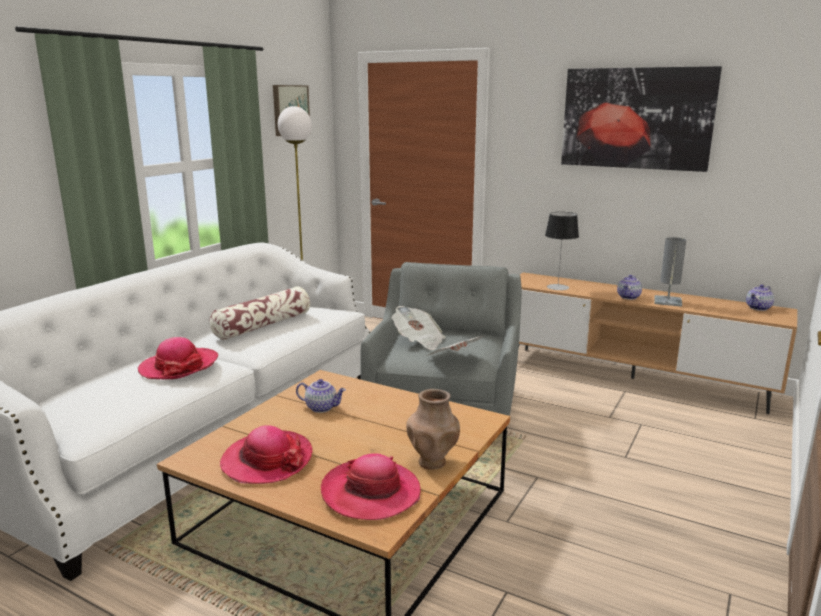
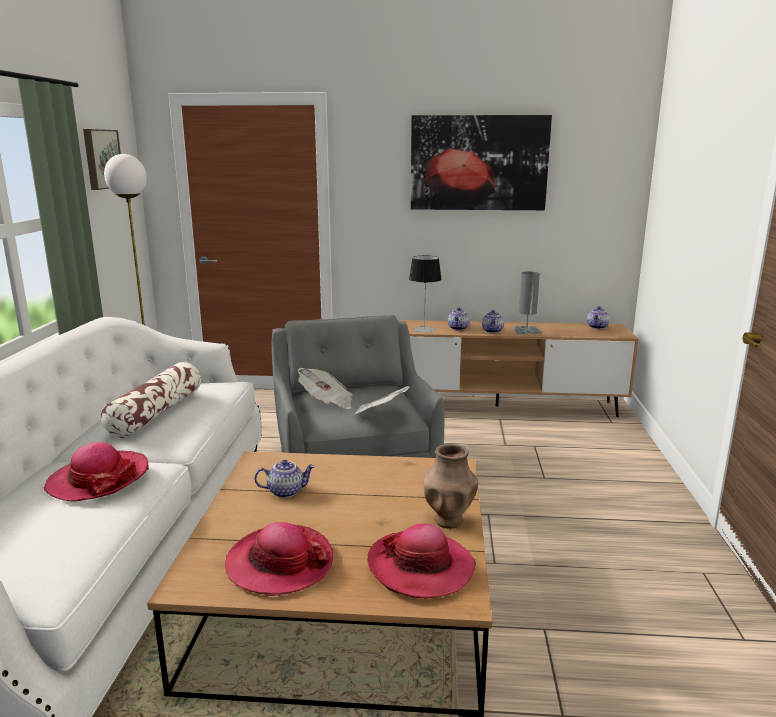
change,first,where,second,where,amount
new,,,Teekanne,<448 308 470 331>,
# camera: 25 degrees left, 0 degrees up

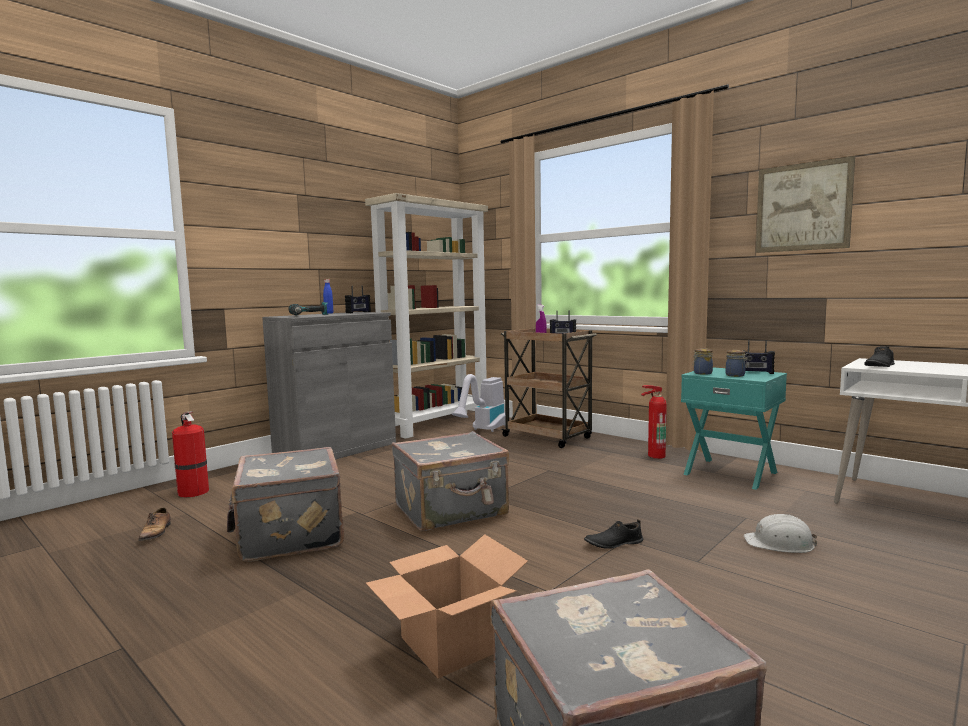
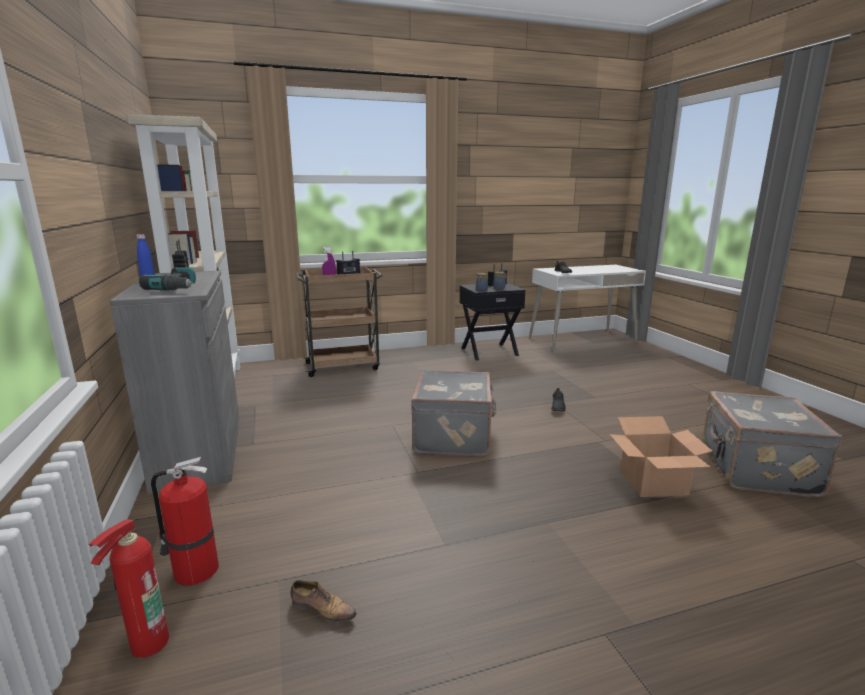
change,first,where,second,where,amount
shifted,Feuerlöscher,<641 385 667 459>,,<89 520 169 658>,
repainted,Nachttisch (türkis),<681 367 787 490>,Nachttisch (schwarz),<460 283 526 361>,
gone,Koffer (grau),<227 447 344 562>,,,
gone,Staubsauger,<451 374 506 432>,,,
gone,Schutzhelm (weiß),<744 514 817 553>,,,
gone,Bild,<756 156 855 253>,,,
# camera: 60 degrees left, 10 degrees up

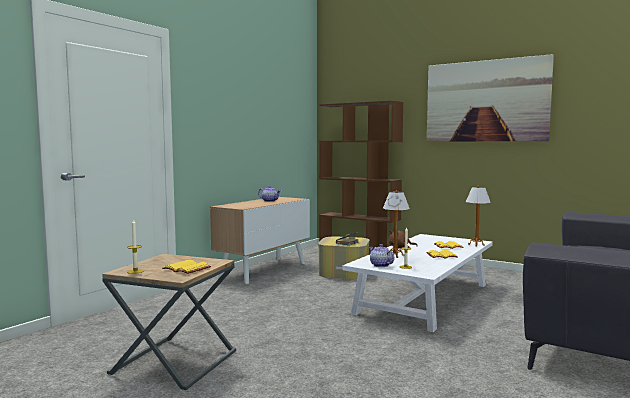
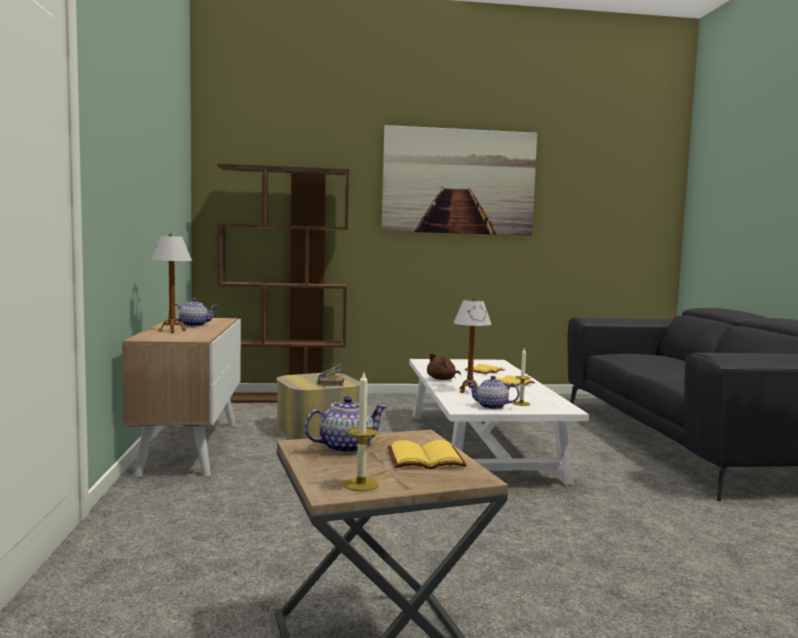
change,first,where,second,where,amount
shifted,Tischlampe,<466 185 491 247>,,<151 233 192 333>,
new,,,Teekanne,<304 396 387 453>,
# camera: 40 degrees left, 0 degrees up

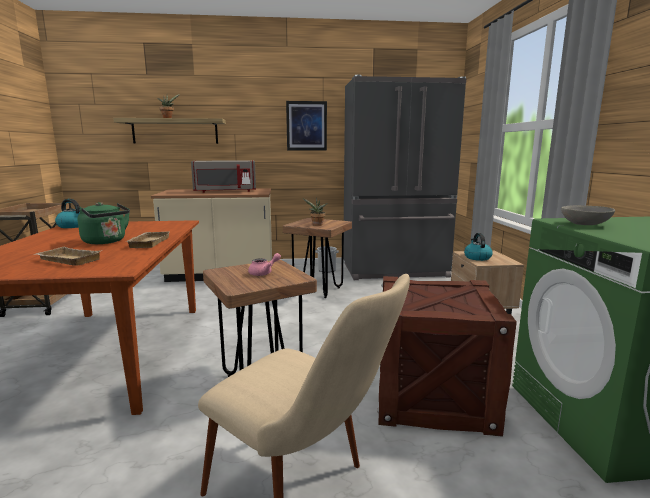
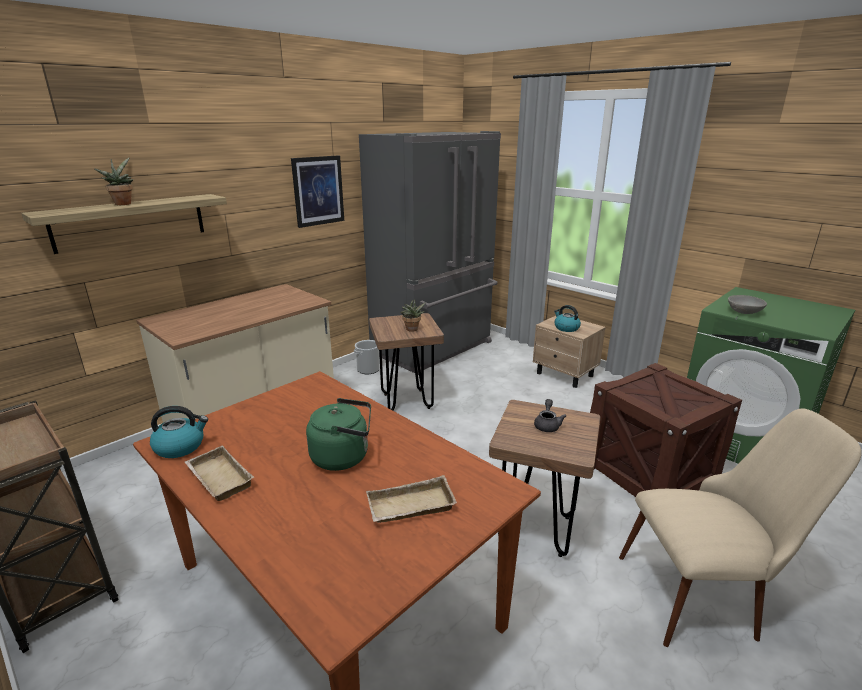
change,first,where,second,where,amount
shifted,Tablett (beige),<126 231 170 248>,,<184 446 254 501>,
repainted,Teekanne (rosa),<248 253 281 276>,Teekanne (grau),<534 399 566 432>,
gone,Mikrowelle (grau),<191 160 256 193>,,,
# camera: 40 degrees left, 10 degrees up

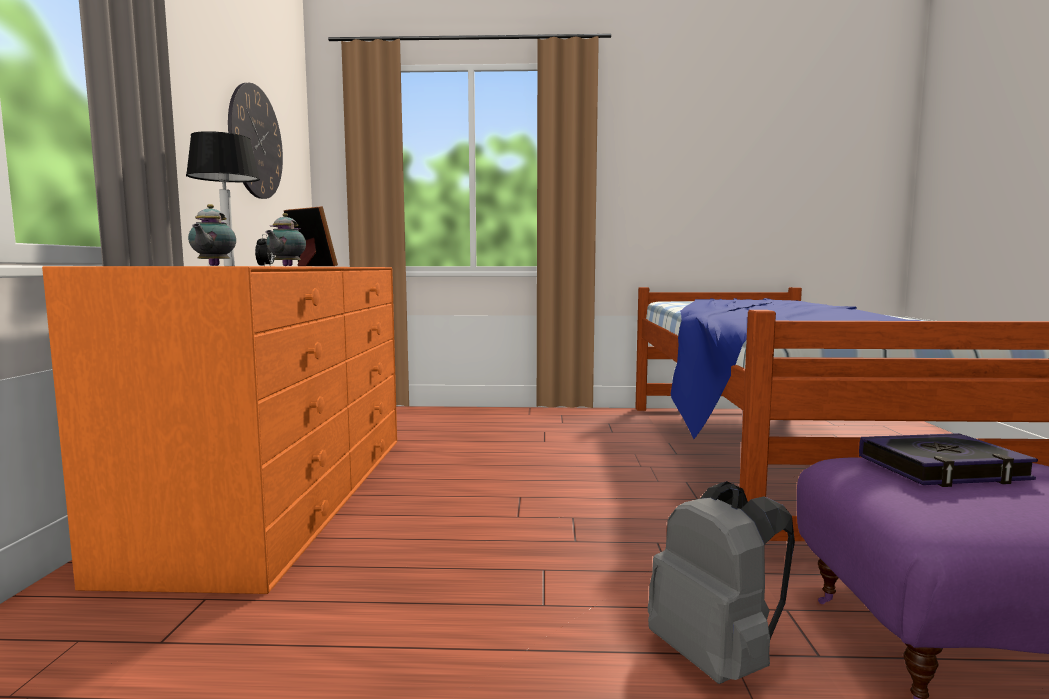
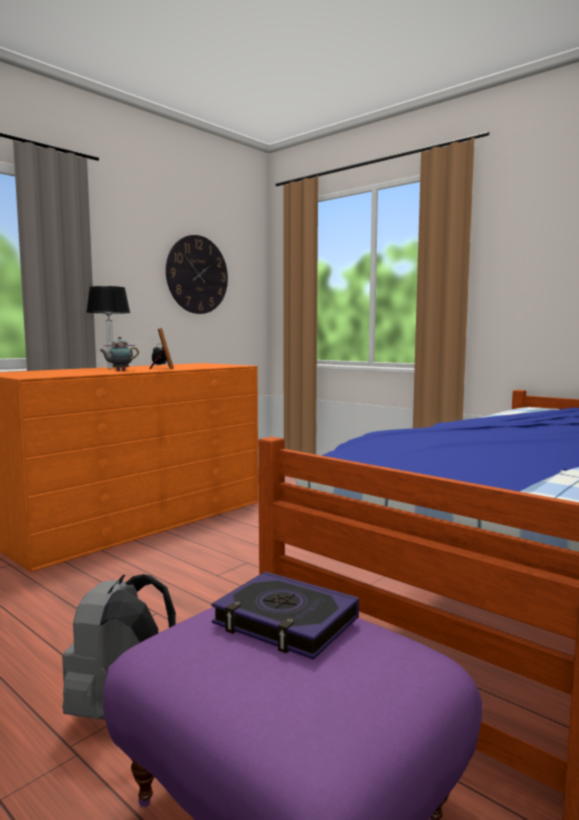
change,first,where,second,where,amount
gone,Teekanne,<188 204 236 266>,,,
# camera: 40 degrees right, 0 degrees up

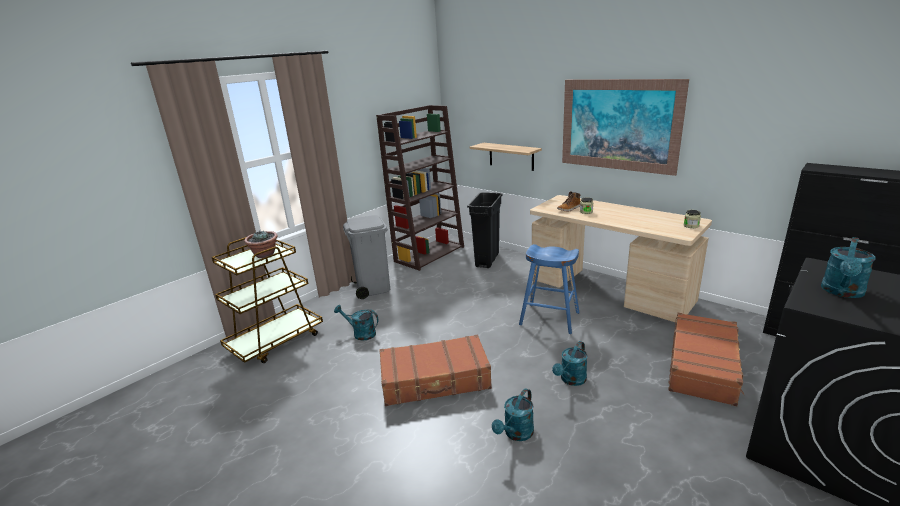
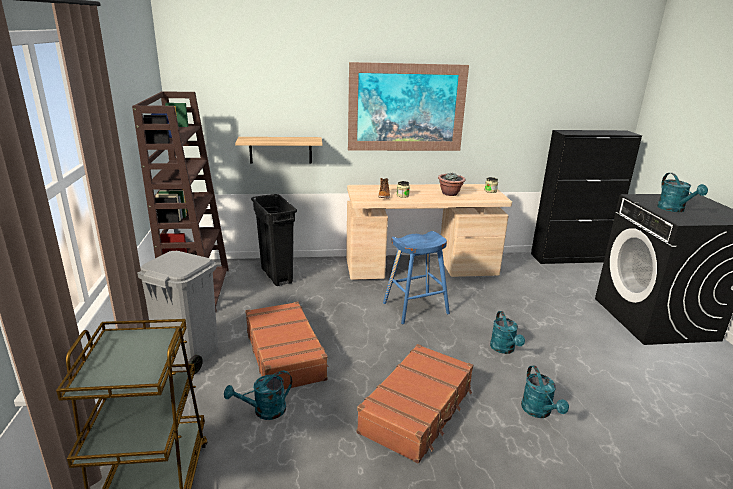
change,first,where,second,where,amount
shifted,Koffer (braun),<668 313 744 406>,,<245 302 329 390>,
shifted,Topfpflanze,<244 231 278 258>,,<438 173 466 196>,
# camera: 50 degrees left, 0 degrees up

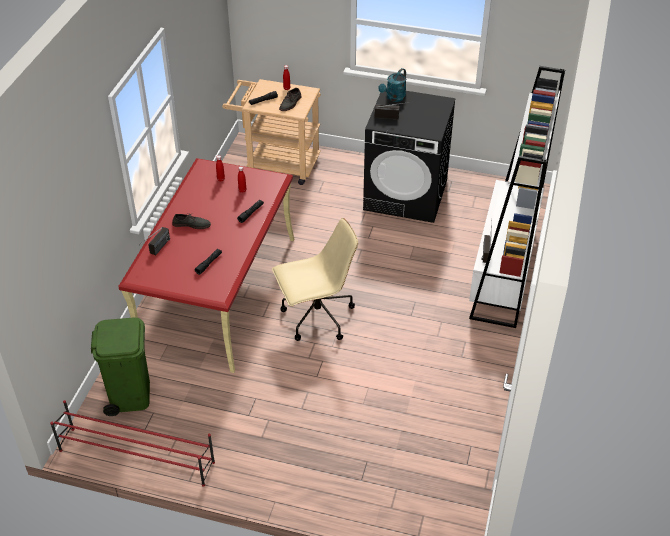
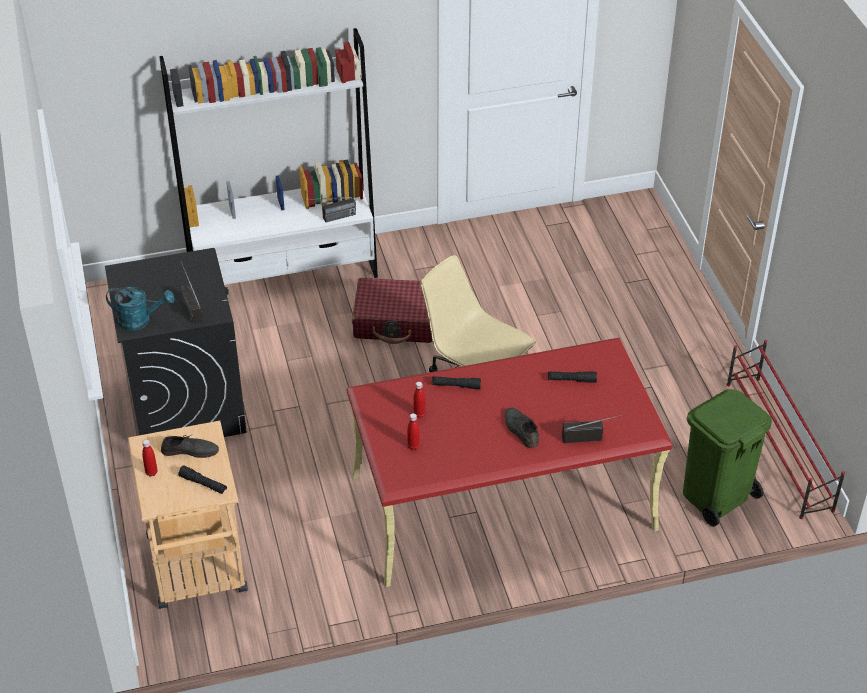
change,first,where,second,where,amount
new,,,Koffer (rot),<352 278 432 344>,
# camera: 120 degrees left, 0 degrees up

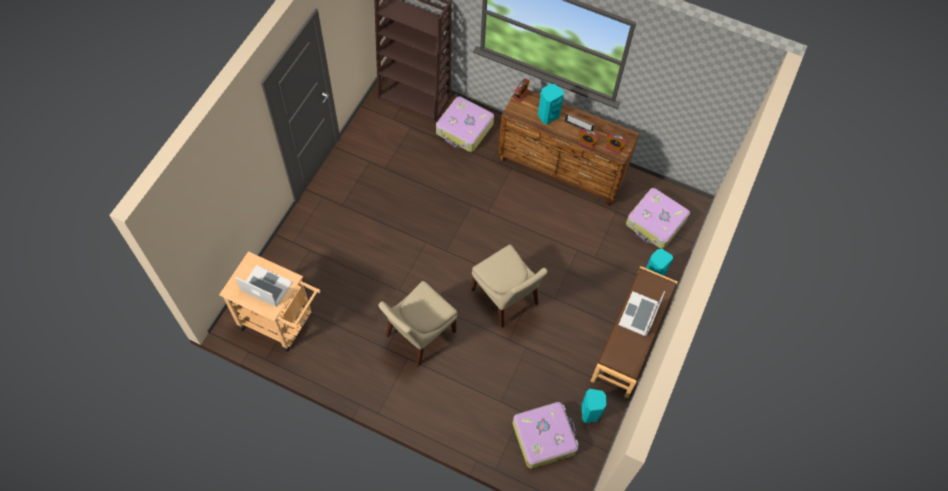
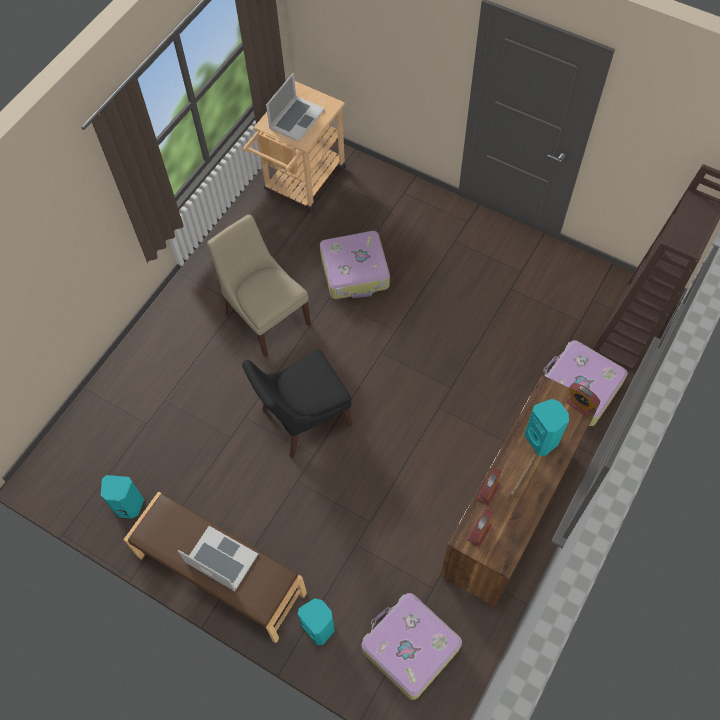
change,first,where,second,where,amount
repainted,Stuhl (beige),<471 244 548 328>,Stuhl (schwarz),<242 349 352 459>,
shifted,Koffer,<513 402 579 469>,,<320 231 390 299>,
# camera: 100 degrees right, 0 degrees up

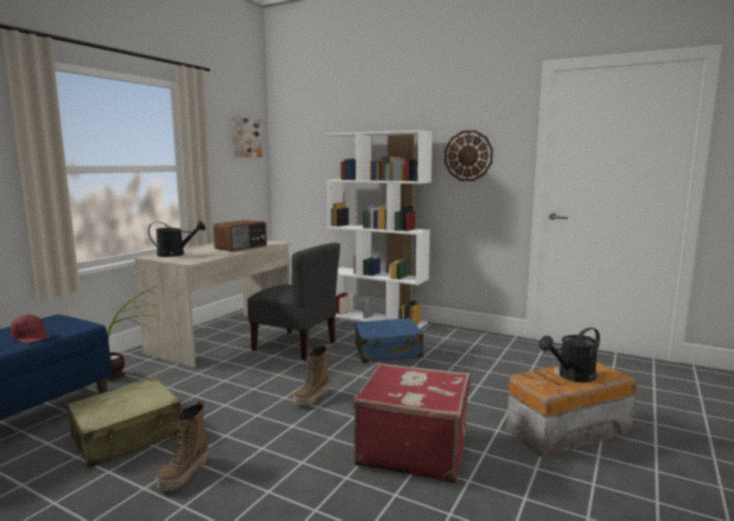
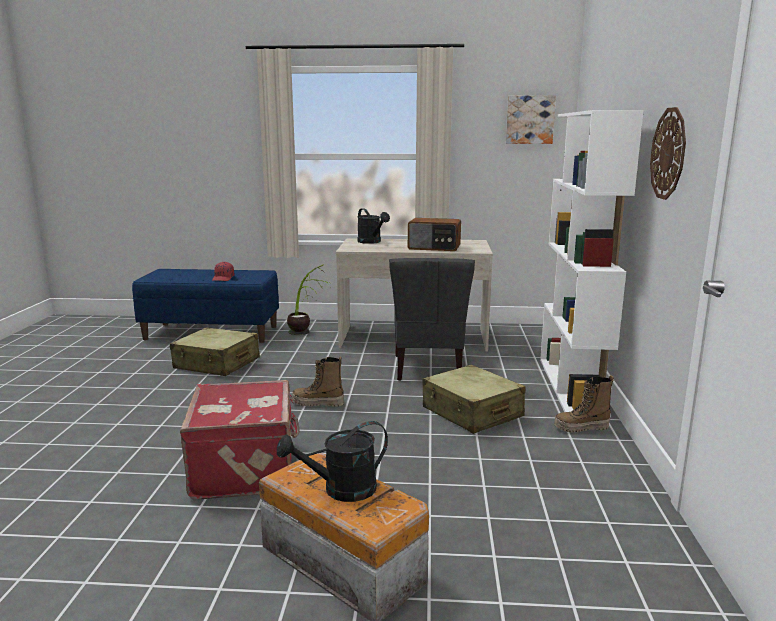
change,first,where,second,where,amount
rotated,Gießkanne (schwarz),<539 327 600 383>,,<277 421 388 502>,60 degrees counterclockwise
repainted,Koffer (blau),<355 318 424 363>,Koffer (beige),<422 365 525 434>,
shifted,Stiefel,<156 400 208 491>,,<554 375 614 432>,
# camera: 65 degrees right, 5 degrees up

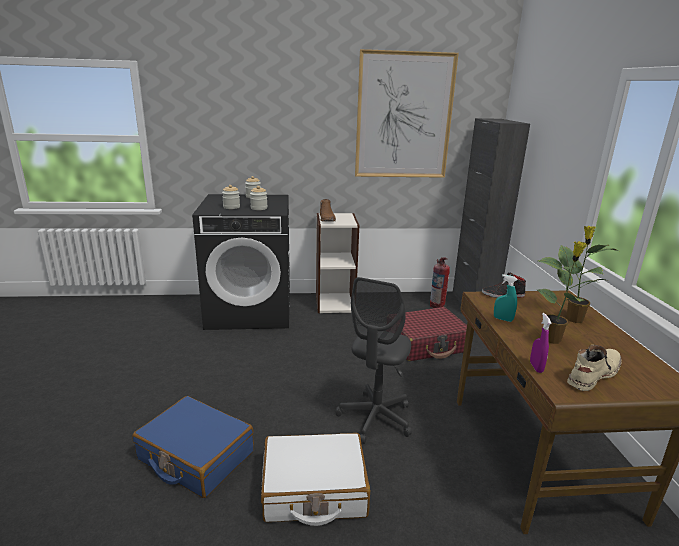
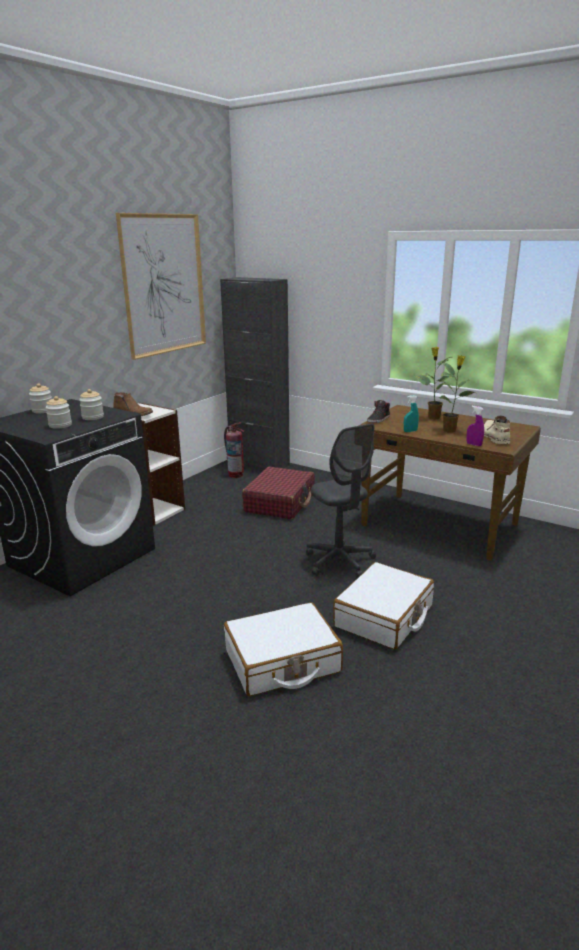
change,first,where,second,where,amount
repainted,Koffer (blau),<132 396 254 498>,Koffer (weiß),<224 602 343 696>,
# camera: 50 degrees left, 0 degrees up

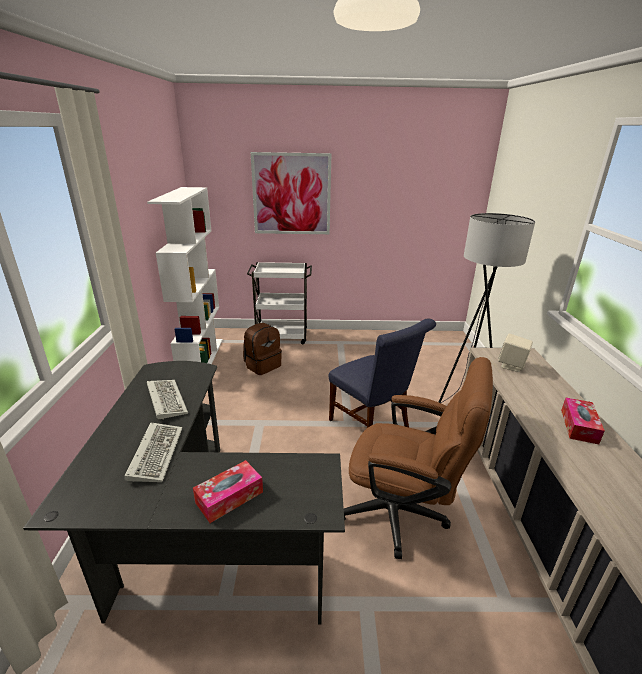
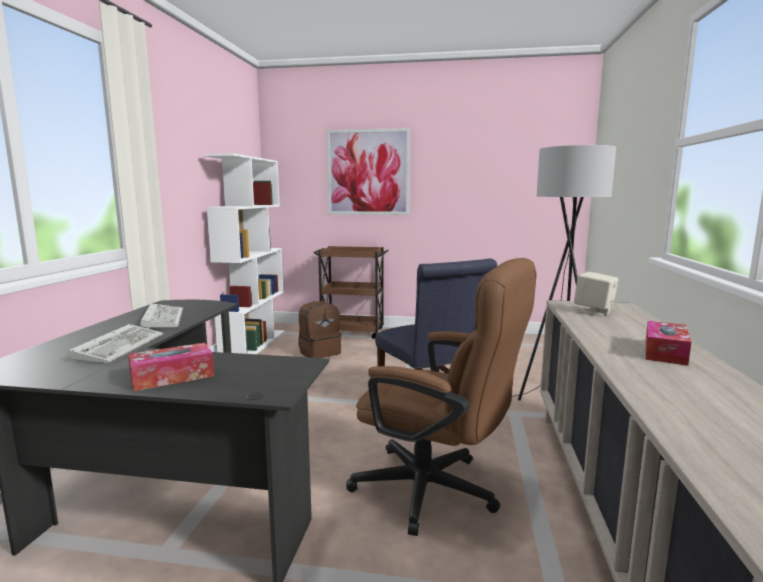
change,first,where,second,where,amount
repainted,Rollwagen (weiß),<247 262 312 345>,Rollwagen (braun),<313 246 389 339>,
# camera: 10 degrees right, 15 degrees down

